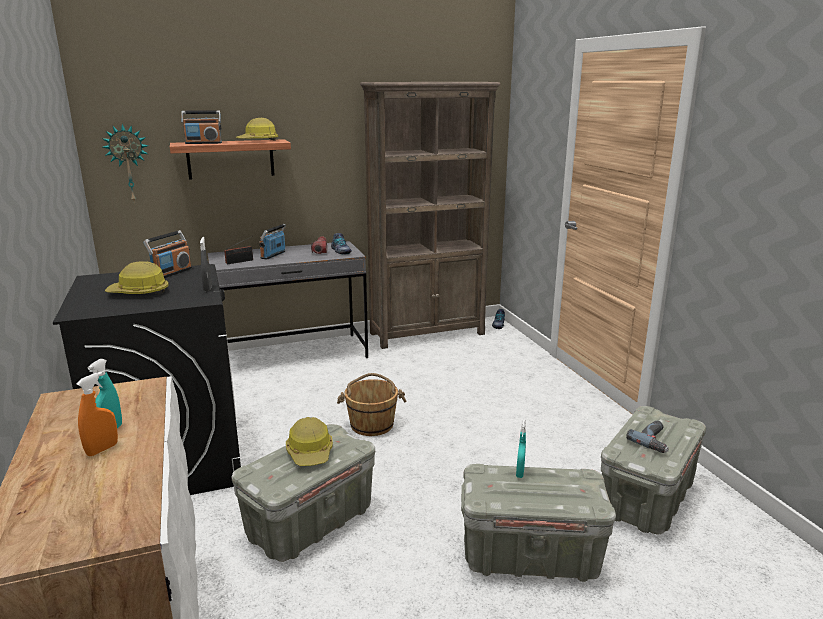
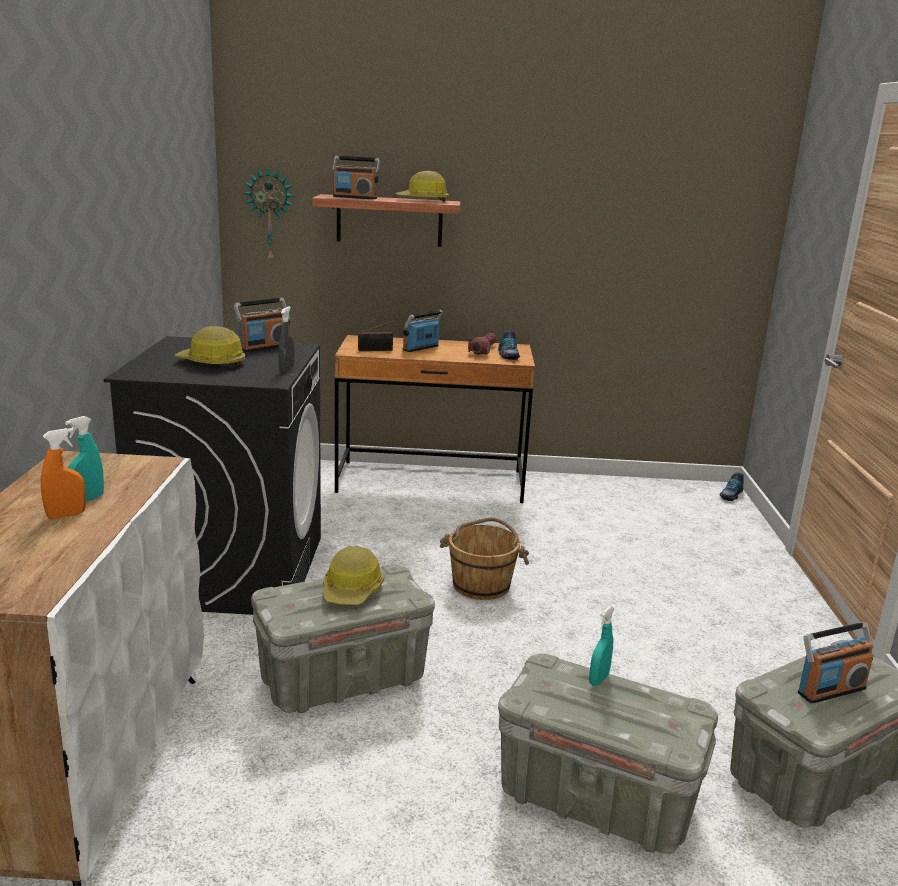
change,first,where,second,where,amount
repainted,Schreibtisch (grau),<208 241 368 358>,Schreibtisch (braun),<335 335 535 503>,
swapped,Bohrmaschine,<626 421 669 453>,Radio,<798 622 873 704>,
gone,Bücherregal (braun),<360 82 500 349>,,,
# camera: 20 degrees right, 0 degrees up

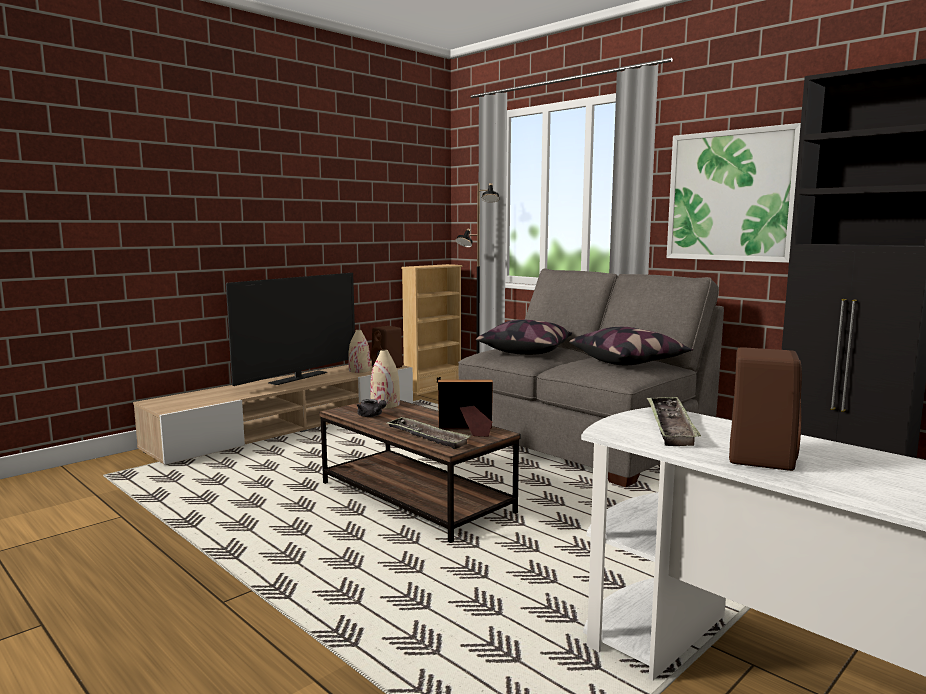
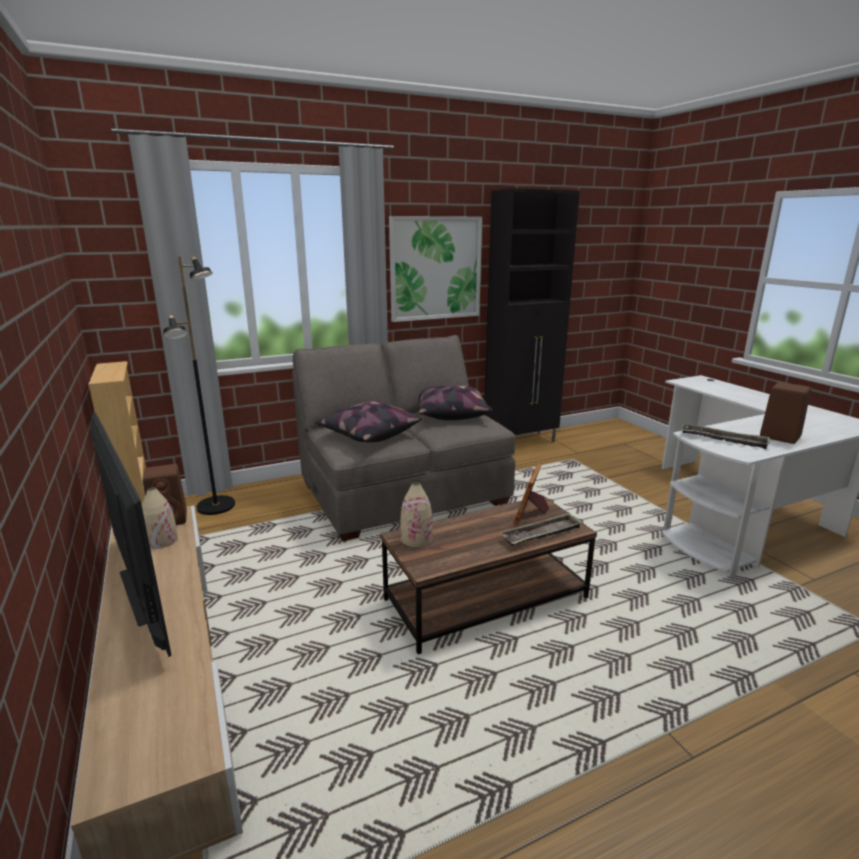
change,first,where,second,where,amount
gone,Teekanne (grau),<357 399 387 417>,,,
# camera: 70 degrees left, 10 degrees up

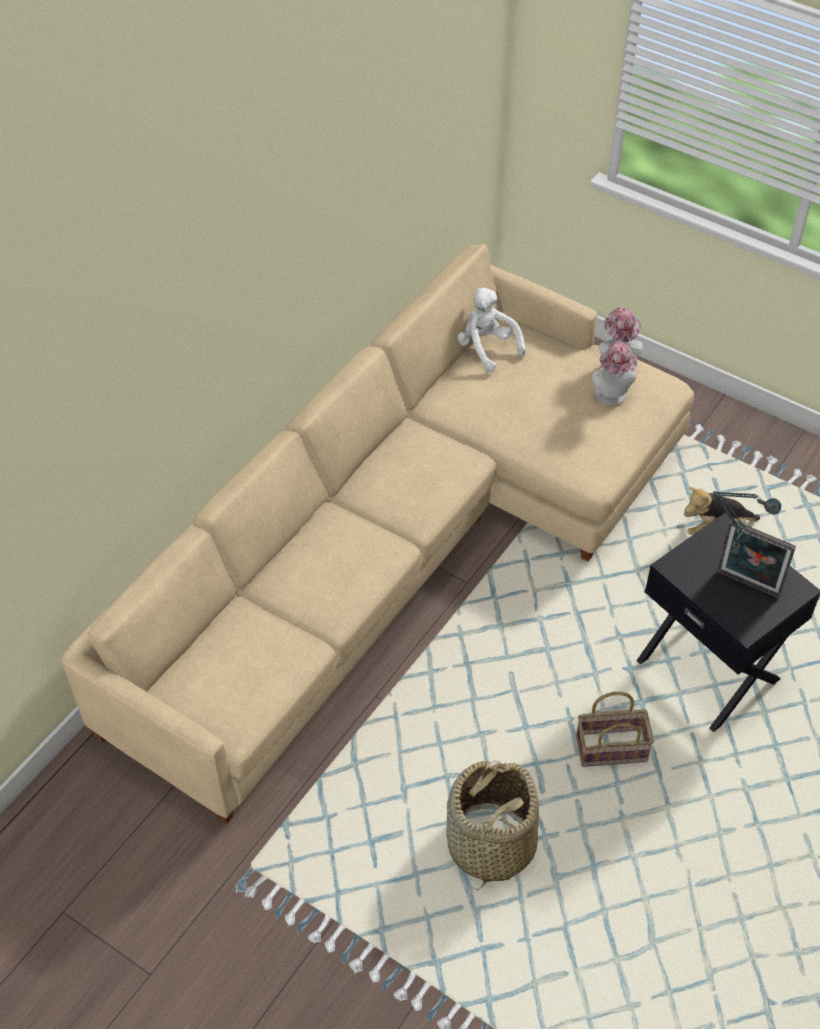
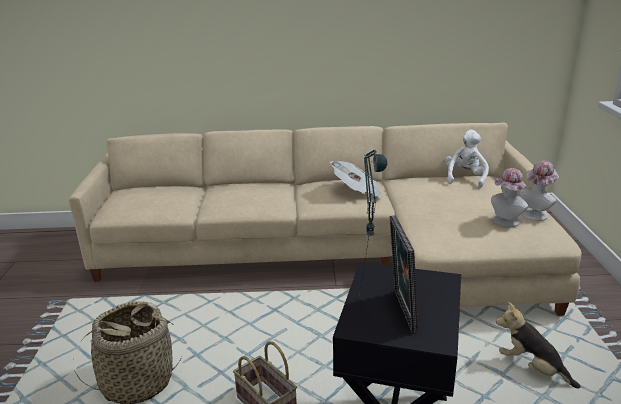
change,first,where,second,where,amount
new,,,Zeitung,<330 161 383 197>,
# camera: 55 degrees right, 25 degrees down

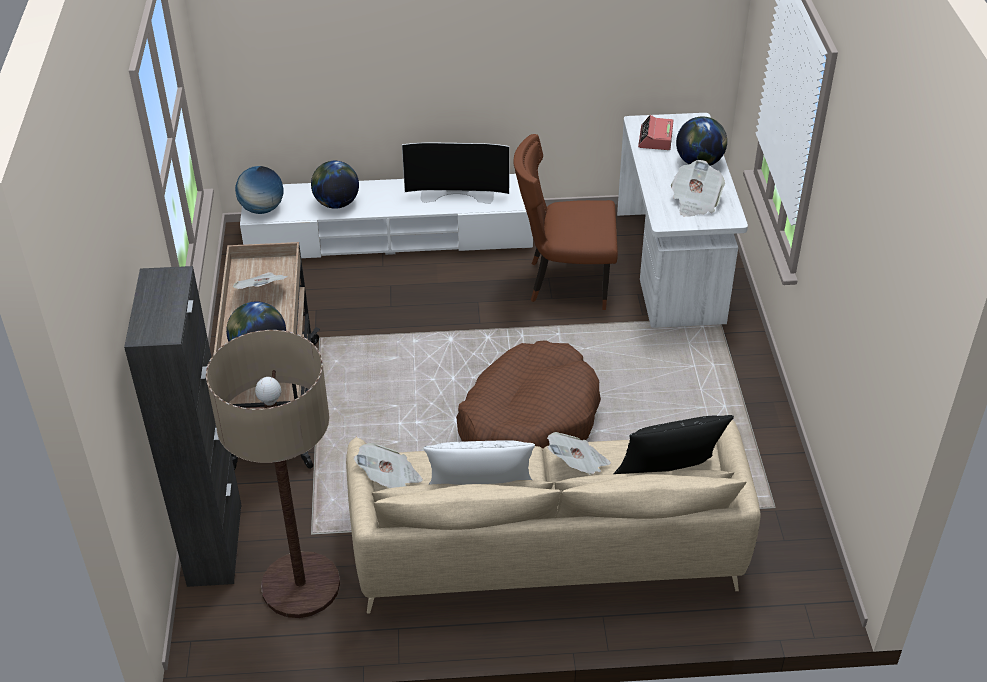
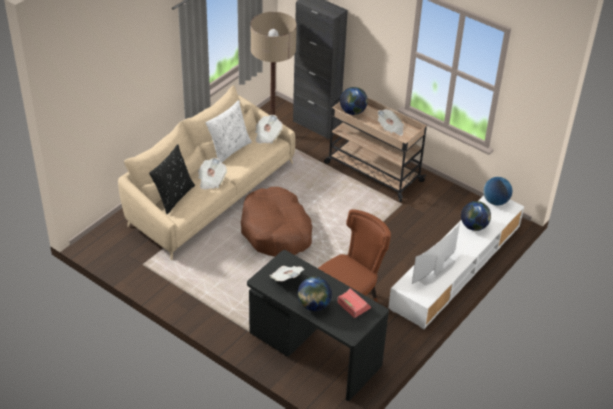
change,first,where,second,where,amount
repainted,Schreibtisch (weiß),<617 113 748 328>,Schreibtisch (schwarz),<247 250 389 401>,
# camera: 130 degrees right, 0 degrees up

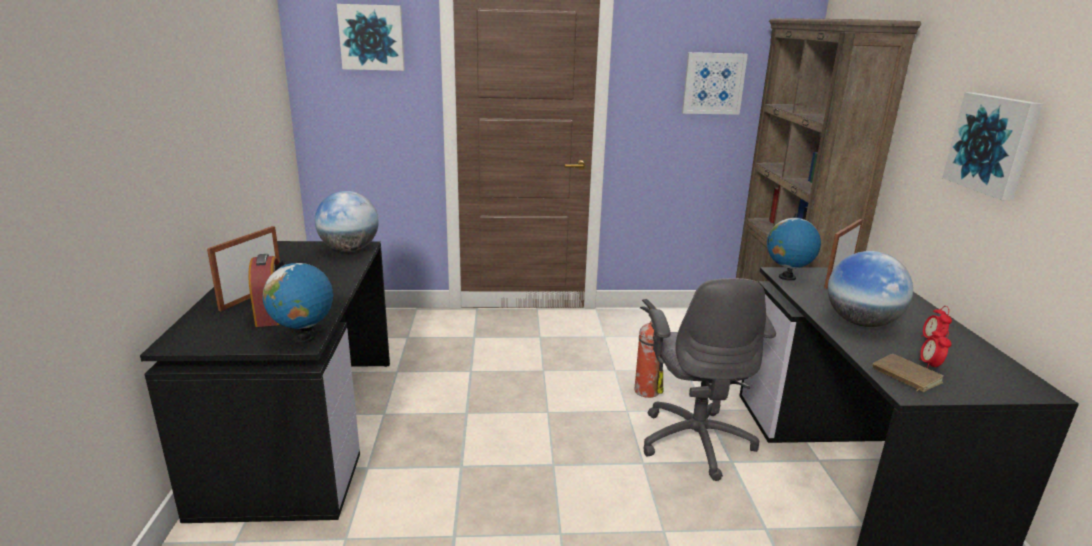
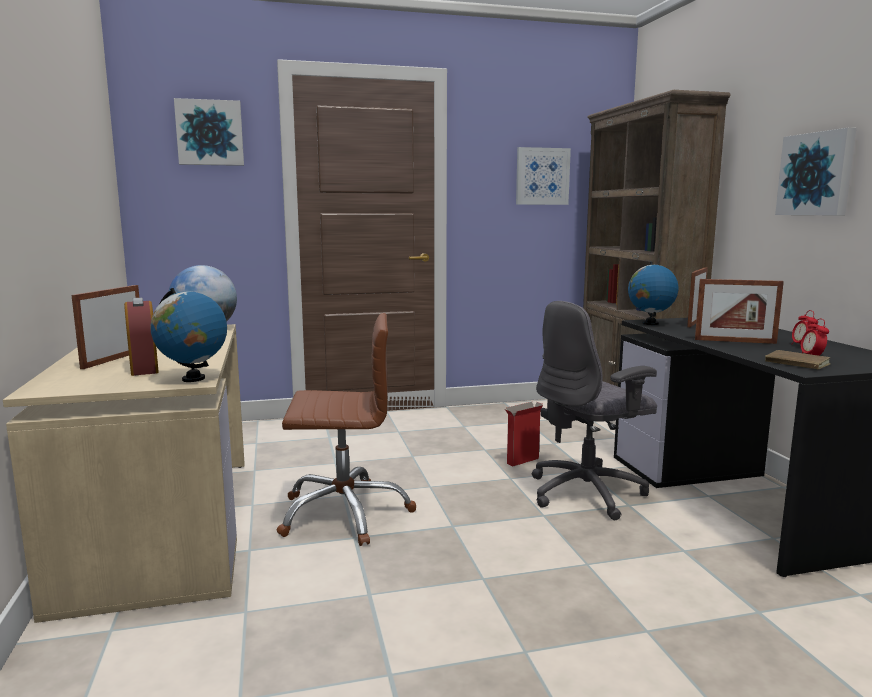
change,first,where,second,where,amount
repainted,Schreibtisch (schwarz),<140 241 390 523>,Schreibtisch (beige),<3 324 245 623>,
new,,,Bürostuhl (braun),<276 313 416 546>,
swapped,Feuerlöscher,<634 299 663 398>,Karton,<505 402 543 466>,
rotated,Bürostuhl (grau),<643 278 776 481>,,<532 301 657 520>,75 degrees clockwise
swapped,Globus,<828 251 913 327>,Bilderrahmen,<695 279 784 344>,
# camera: 10 degrees left, 10 degrees down

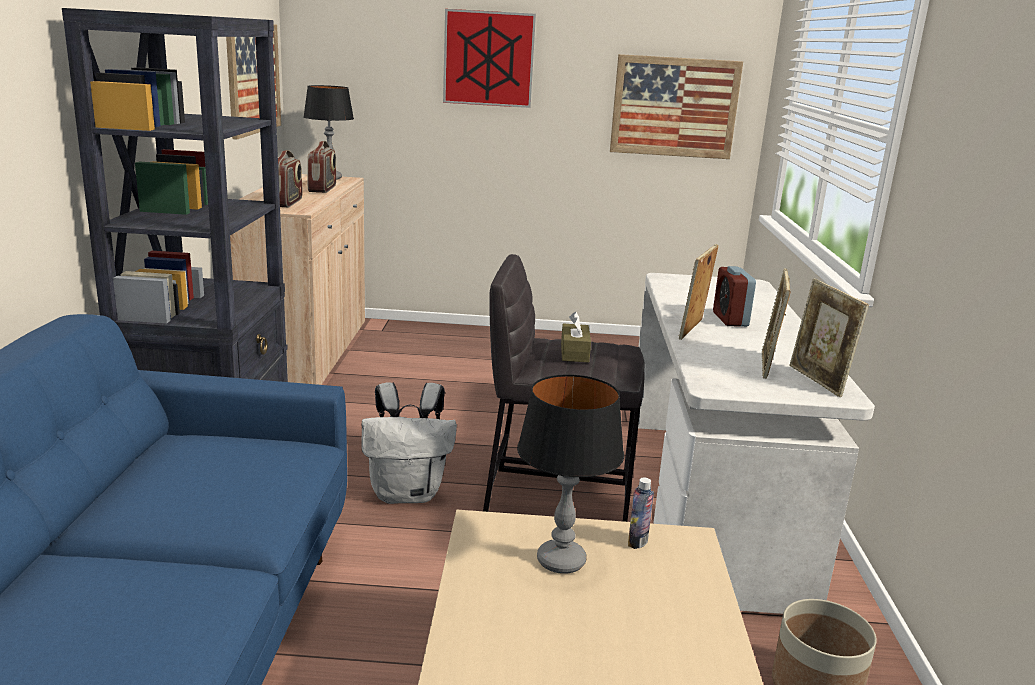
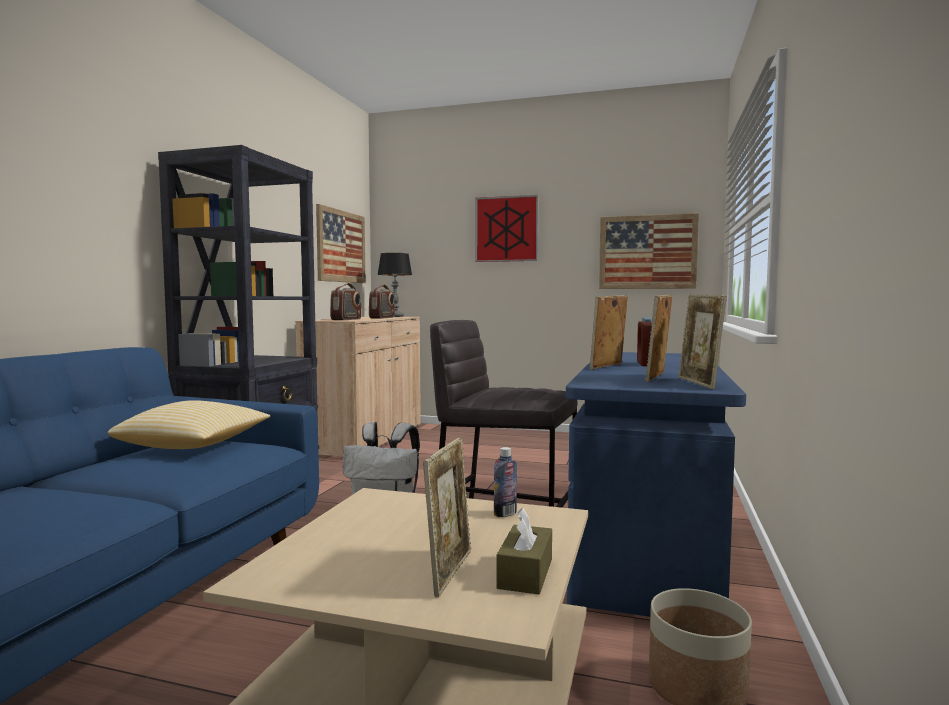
change,first,where,second,where,amount
new,,,Kissen,<108 400 270 449>,
new,,,Bilderrahmen,<423 437 471 597>,
shifted,Taschentuchbox (braun),<561 311 591 362>,,<496 507 552 594>,
repainted,Schreibtisch (weiß),<638 273 875 614>,Schreibtisch (blau),<566 352 746 617>,
gone,Tischlampe,<517 374 624 574>,,,
# camera: 15 degrees right, 15 degrees down

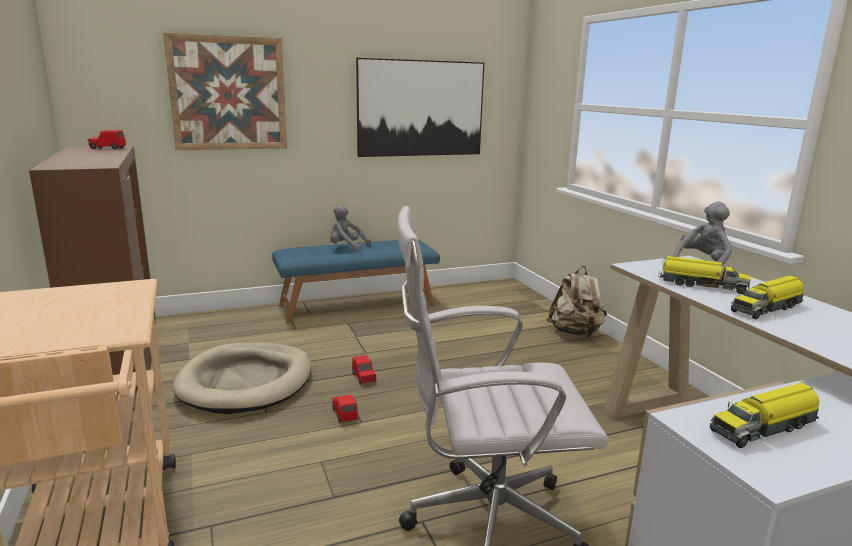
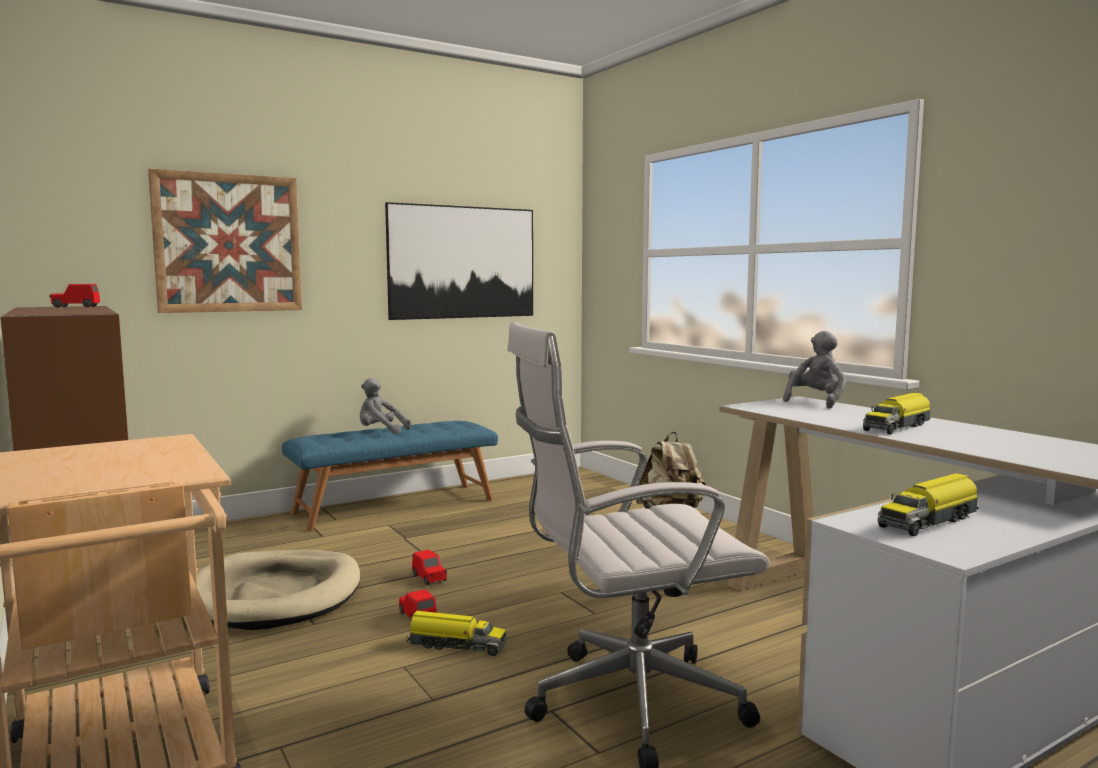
change,first,where,second,where,amount
shifted,Spielzeuglaster,<658 256 751 294>,,<407 611 507 656>,
# camera: 10 degrees left, 10 degrees down

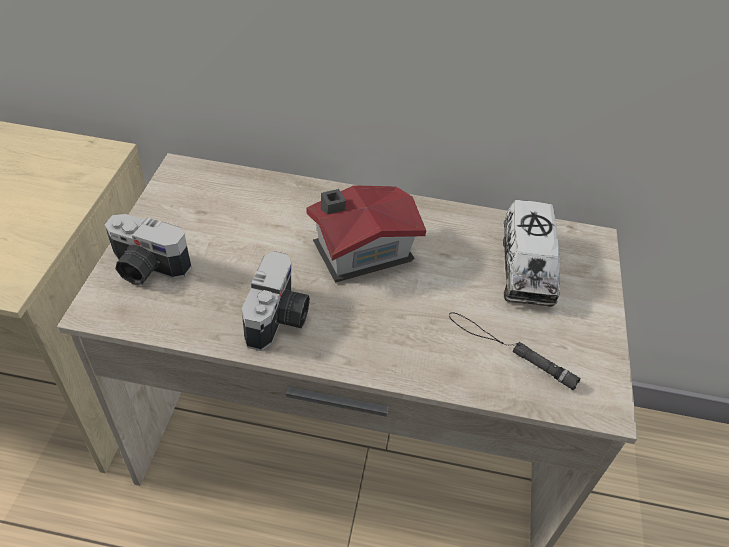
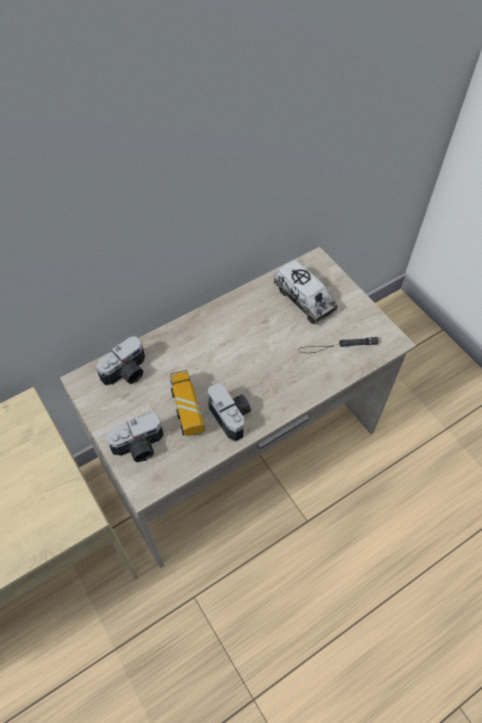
change,first,where,second,where,amount
new,,,Kamera,<96 336 145 386>,
new,,,Spielzeuglaster,<169 370 205 436>,
gone,Spielzeughaus,<306 185 426 282>,,,
# camera: 40 degrees left, 10 degrees up

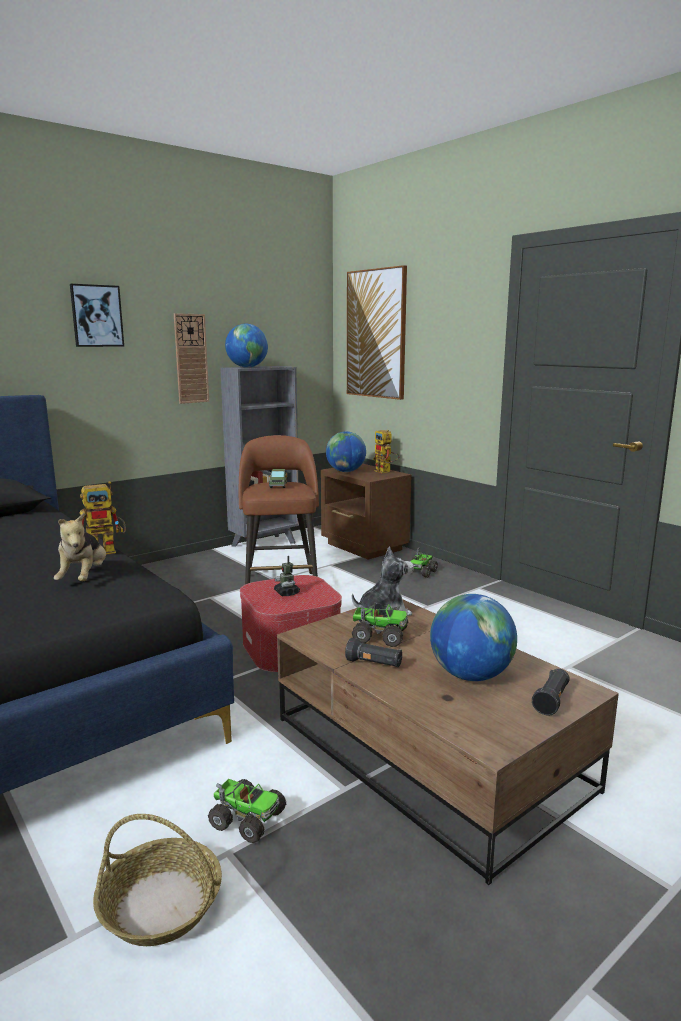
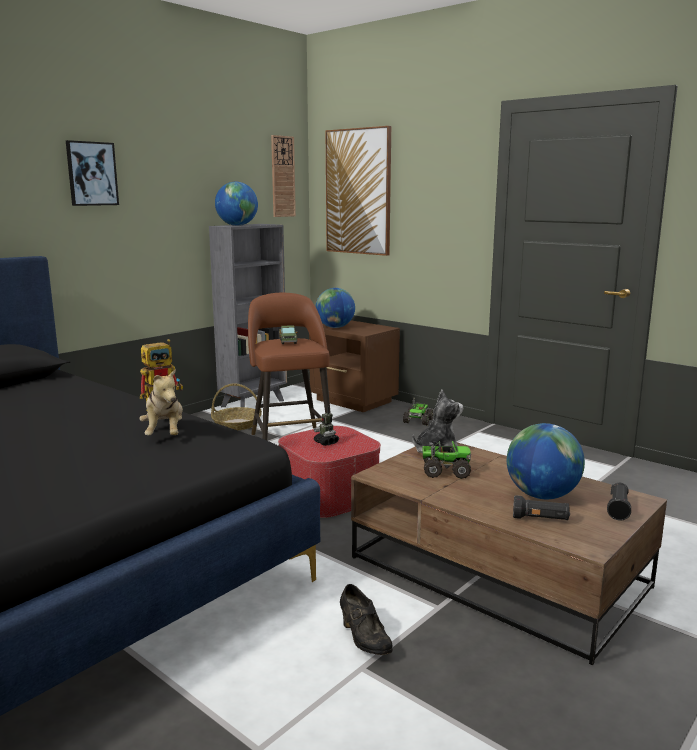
change,first,where,second,where,amount
shifted,Korb,<93 814 222 946>,,<211 383 262 430>,
shifted,Wanduhr,<174 313 209 404>,,<271 135 296 217>,
swapped,Spielzeuglaster,<208 779 286 843>,Schuh (schwarz),<340 584 393 655>,
shifted,Taschenlampe (schwarz),<345 638 402 667>,,<513 495 570 520>,
gone,Spielzeugroboter,<373 430 400 473>,,,
# camera: 10 degrees left, 0 degrees up

